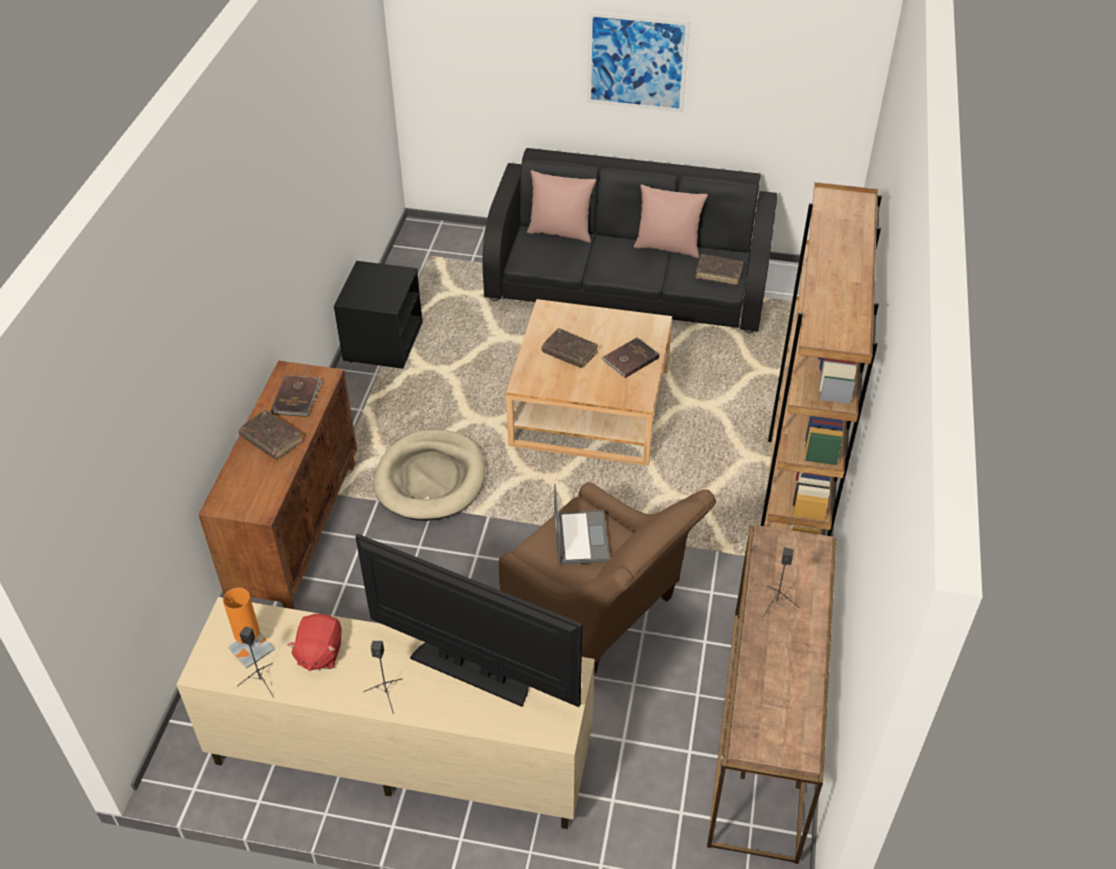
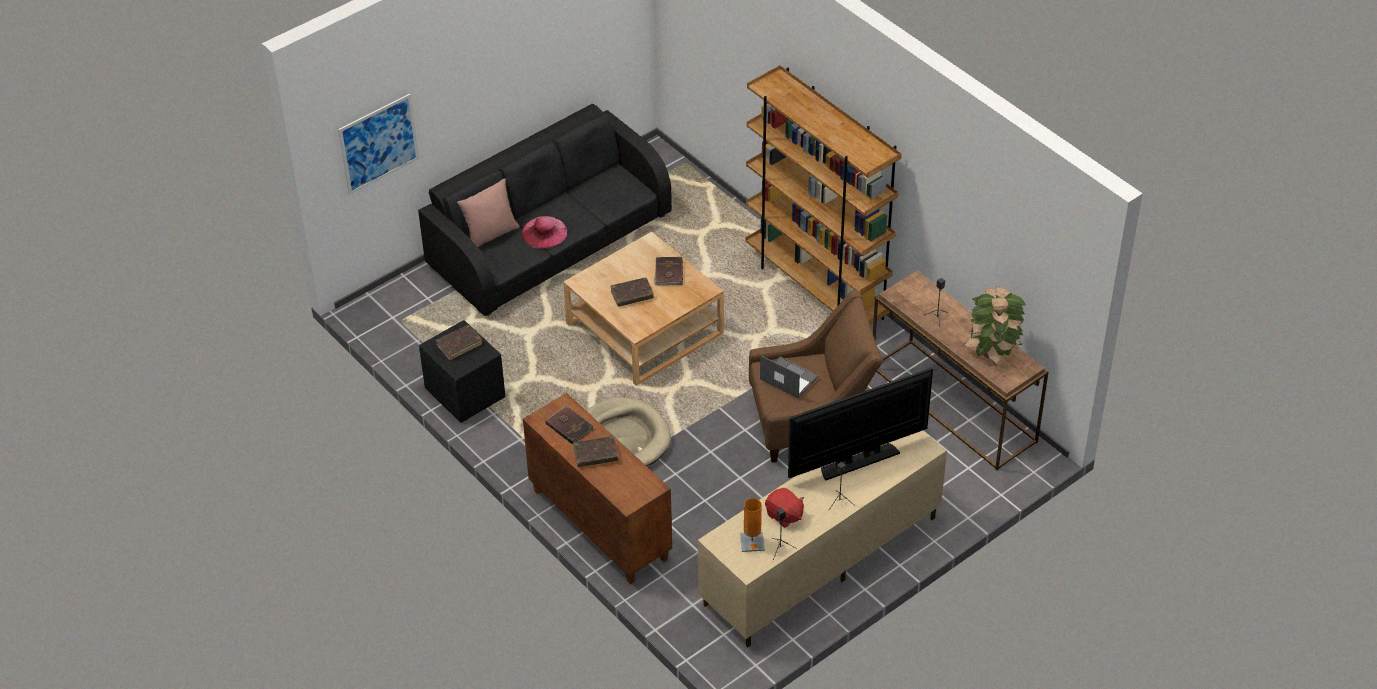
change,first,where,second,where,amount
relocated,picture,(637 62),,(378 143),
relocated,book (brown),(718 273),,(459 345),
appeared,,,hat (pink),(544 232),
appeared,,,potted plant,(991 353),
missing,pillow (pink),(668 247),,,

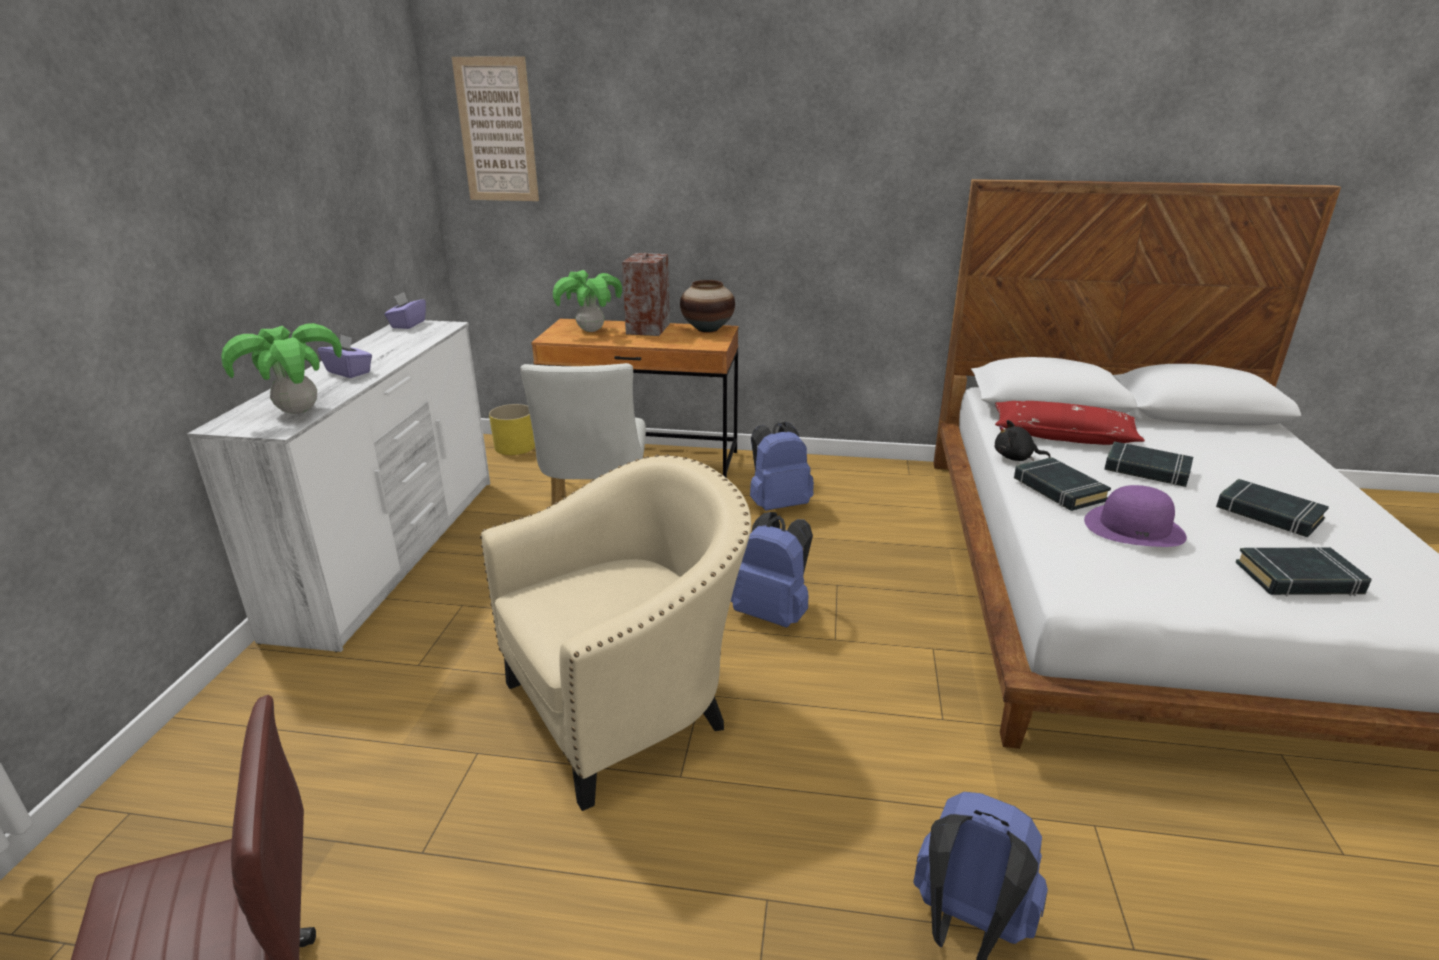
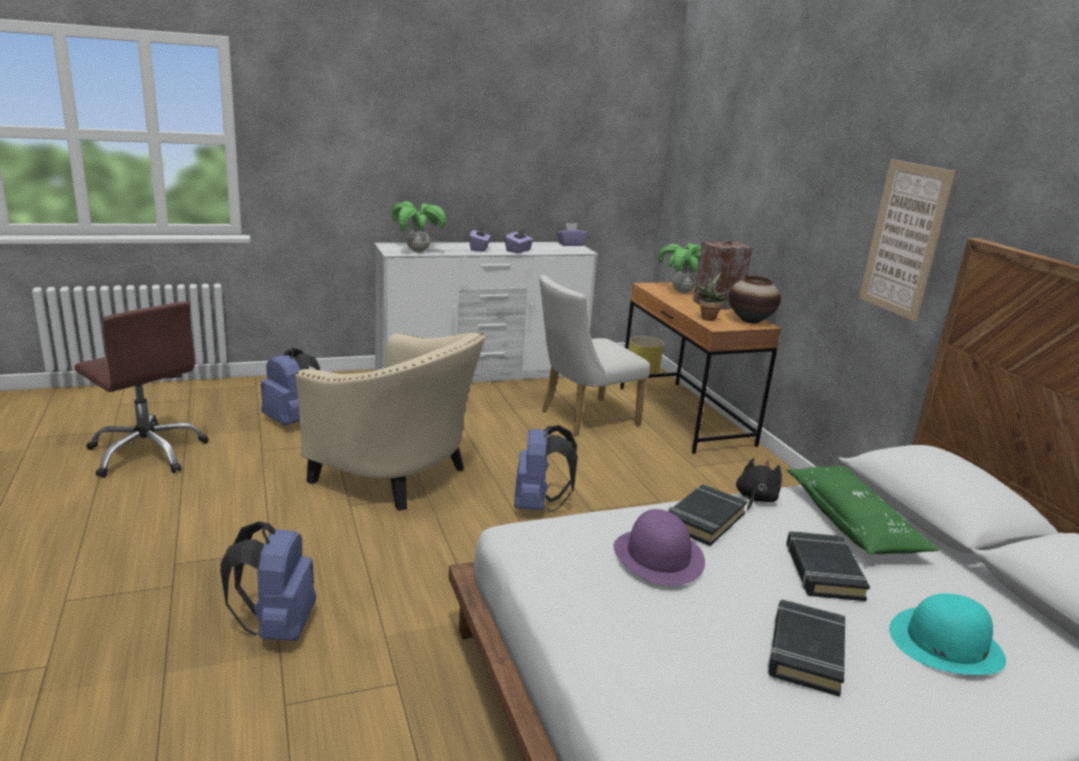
change,first,where,second,where,amount
relocated,backpack (blue),(777 504),,(291 421),
appeared,,,tissue box (purple),(518 251),
appeared,,,potted plant,(707 318),
spun,plush toy (black),(1016 458),,(755 499),45 degrees clockwise
colour,pillow (red),(1062 436),pillow (green),(853 523),
relocated,picture,(497 131),,(904 239),
appeared,,,hat (turquoise),(945 643),
missing,book (black),(1299 579),,,

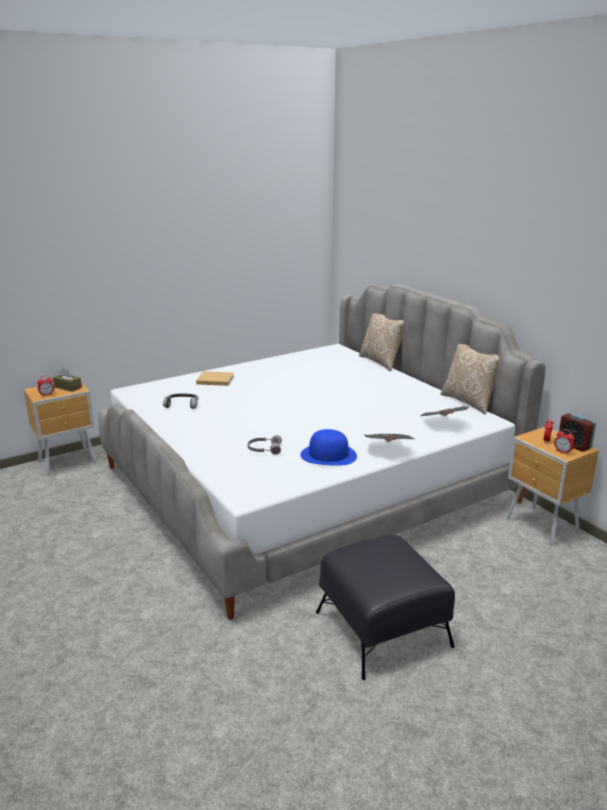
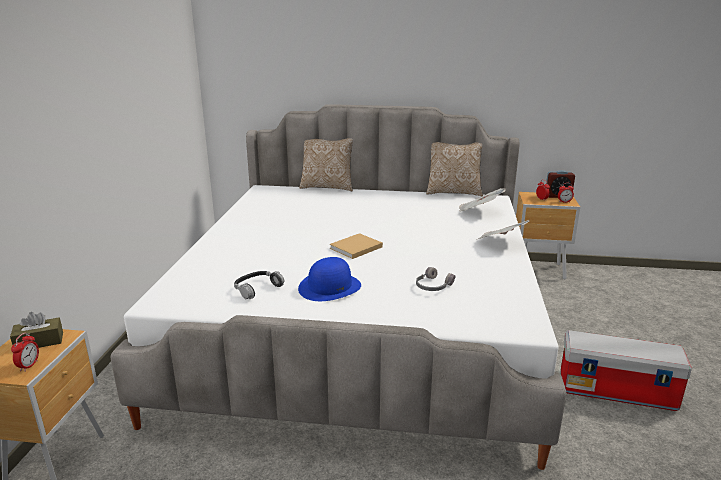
change,first,where,second,where,amount
relocated,hat (blue),(329 455),,(330 287),
relocated,book (beige),(214 380),,(355 248),
exchanged,ottoman (black),(382 630),storage box,(617 391),

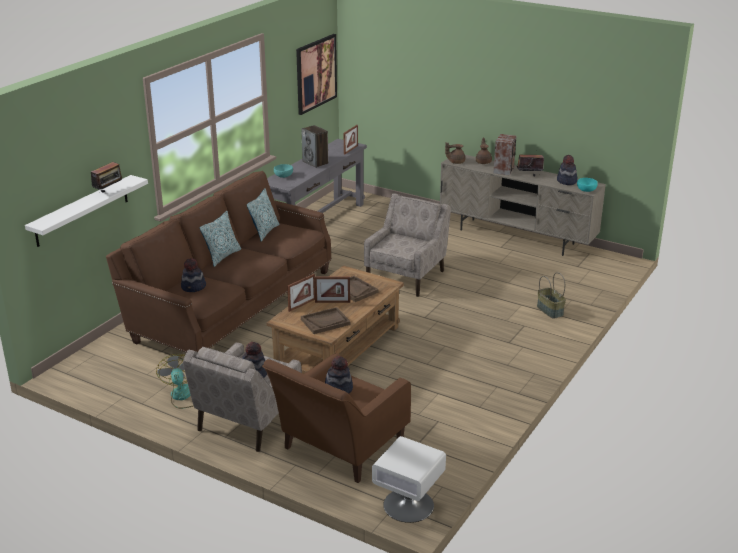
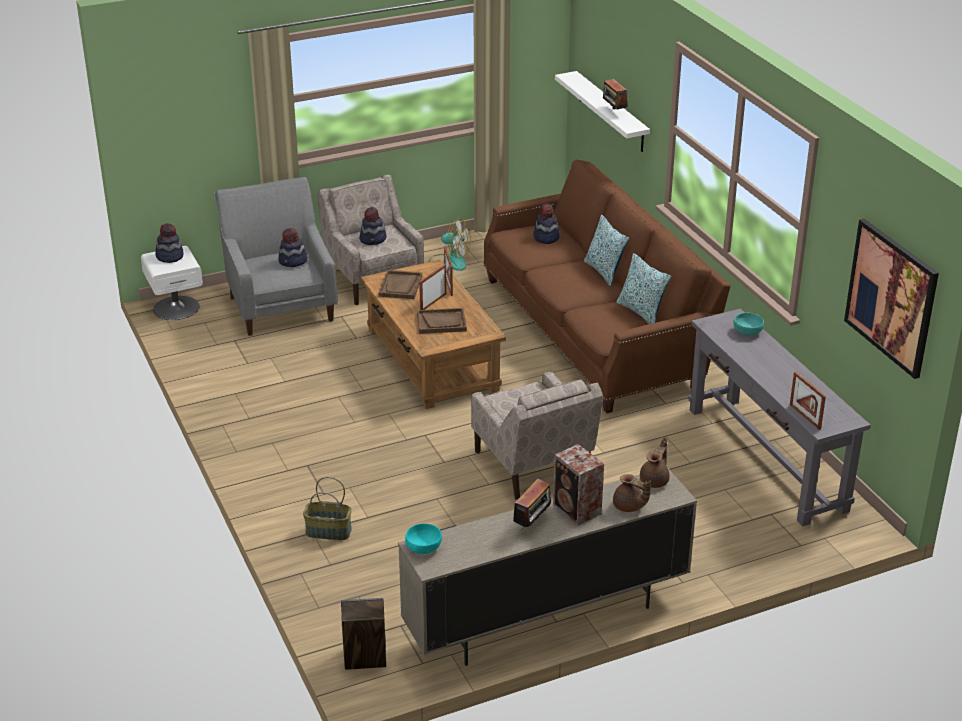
change,first,where,second,where,amount
relocated,hat,(566 181),,(170 256),
colour,armchair (brown),(339 449),armchair (grey),(280 304),
relocated,speaker,(315 162),,(364 658),

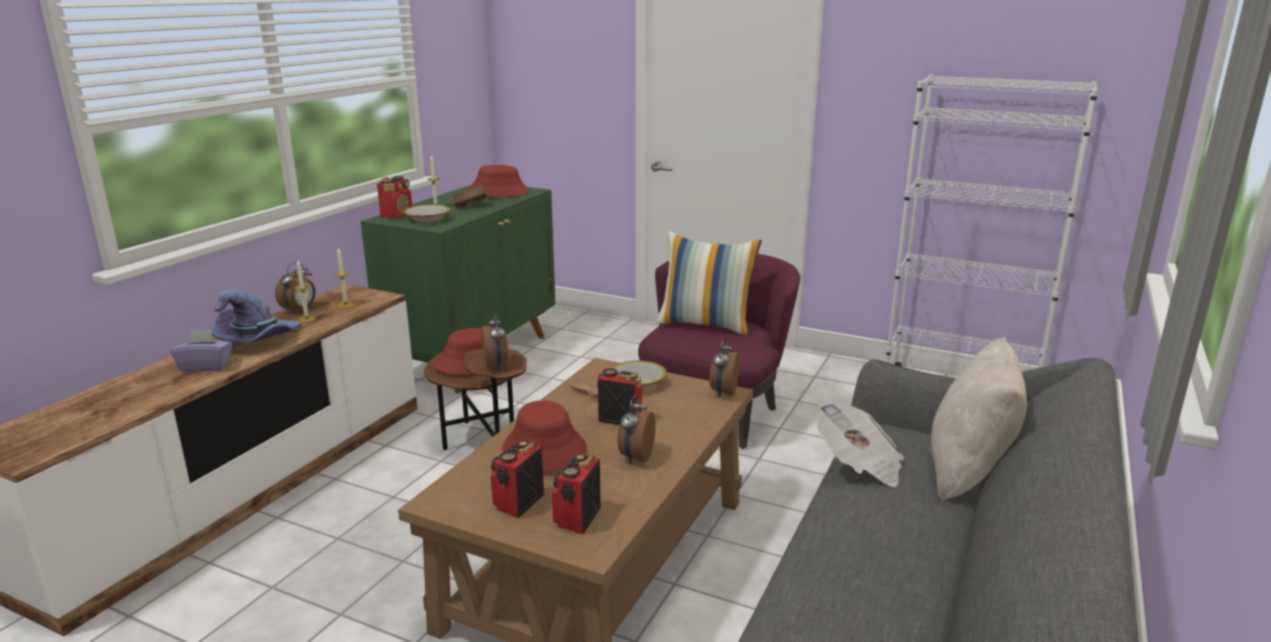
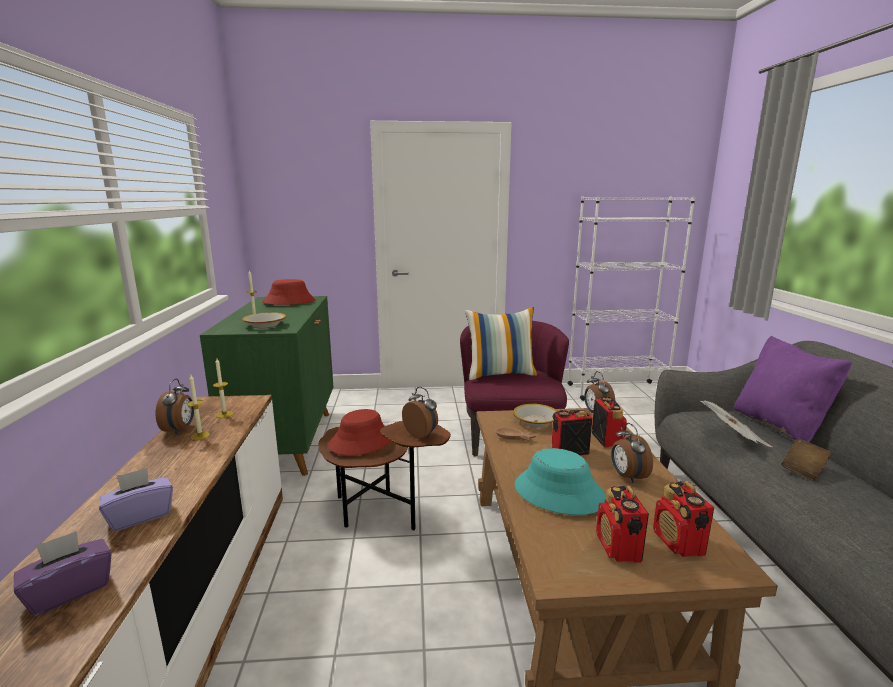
change,first,where,second,where,amount
appeared,,,tissue box (purple),(70 590),
colour,hat (red),(544 449),hat (turquoise),(558 493),
relocated,radio,(397 215),,(607 439),
colour,pillow (beige),(968 471),pillow (purple),(779 426),
relocated,book (brown),(471 206),,(804 469),
missing,hat (purple),(258 340),,,

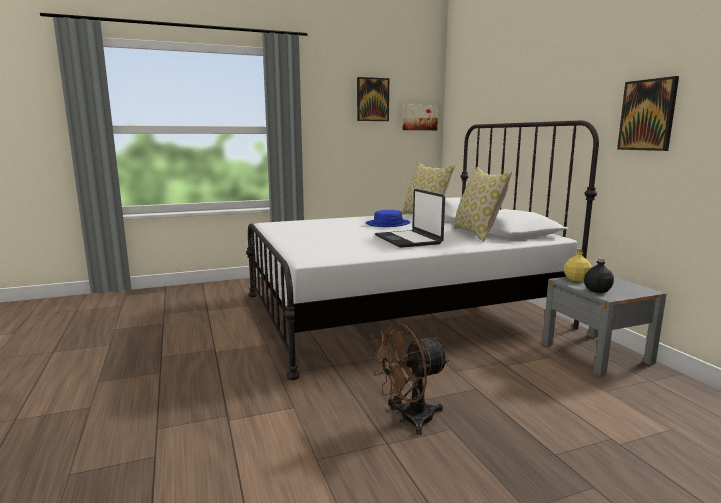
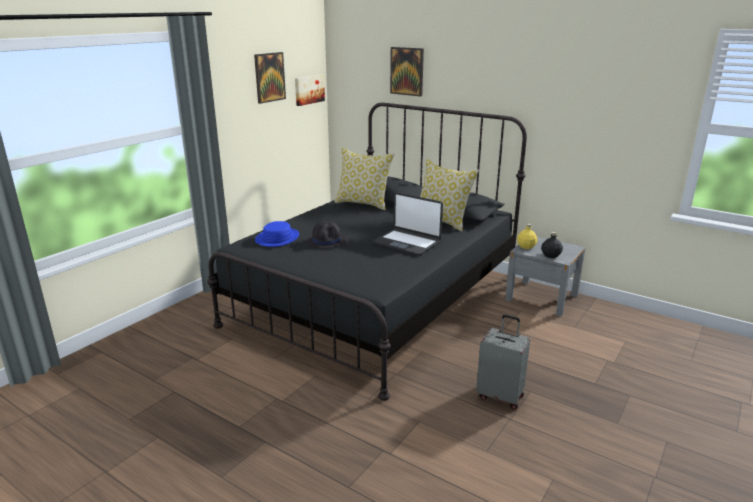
change,first,where,second,where,amount
colour,bed (white),(400 311),bed (black),(376 301),
relocated,hat (blue),(388 224),,(277 238),
appeared,,,hat (black),(327 241),
relocated,picture,(647 115),,(407 71),
exchanged,fan (brown),(408 419),suitcase (grey),(500 396),

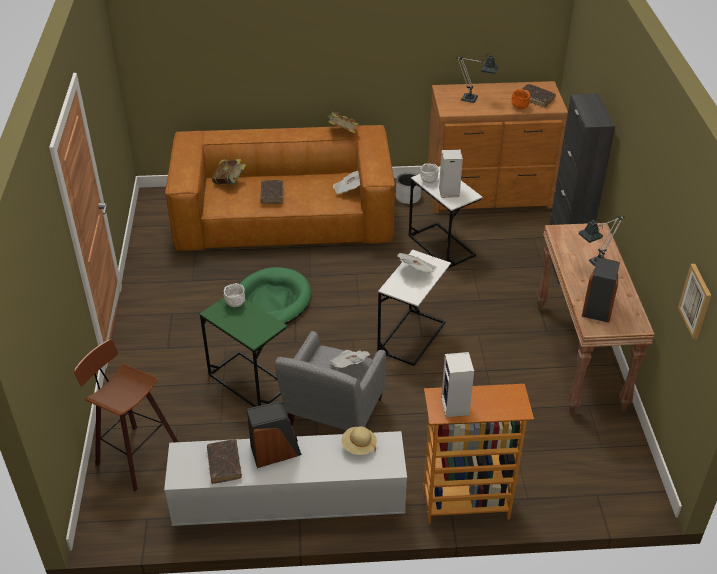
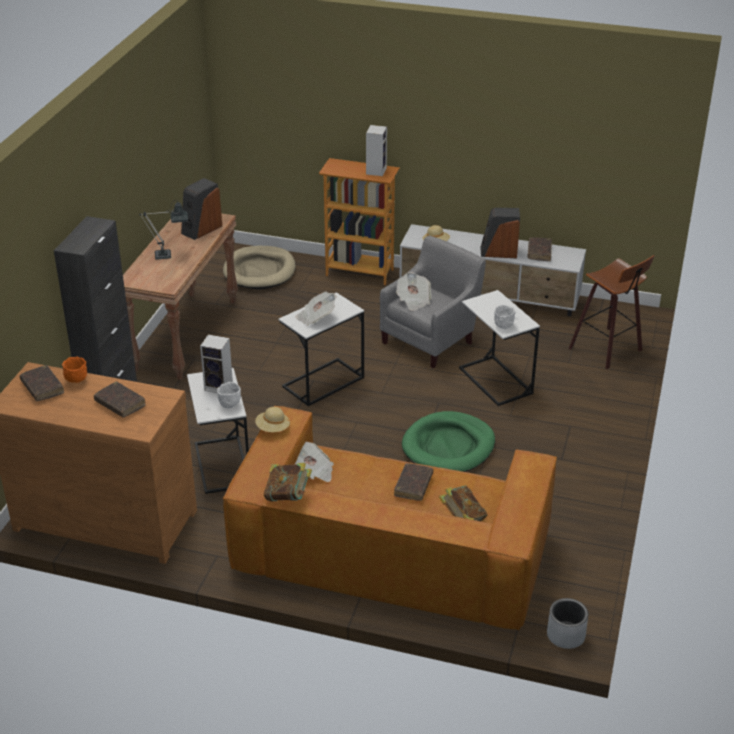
change,first,where,second,where,amount
exchanged,table lamp,(473 100),book (brown),(120 404),
appeared,,,dog bed (beige),(259 271),
appeared,,,hat (beige),(272 428),
colour,side table (green),(248 380),side table (white),(495 380),
relocated,planter (grey),(408 197),,(565 635),
missing,picture,(696 301),,,

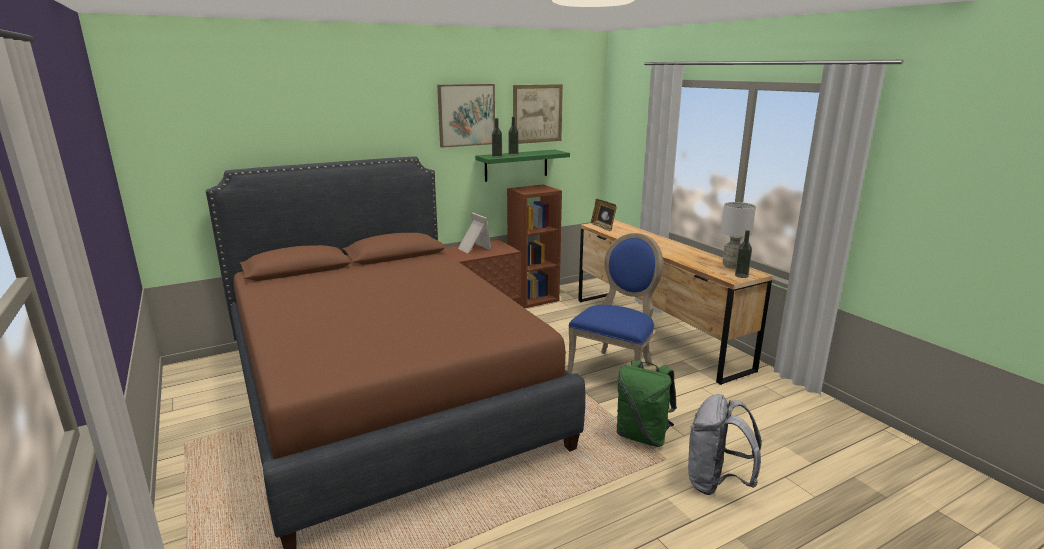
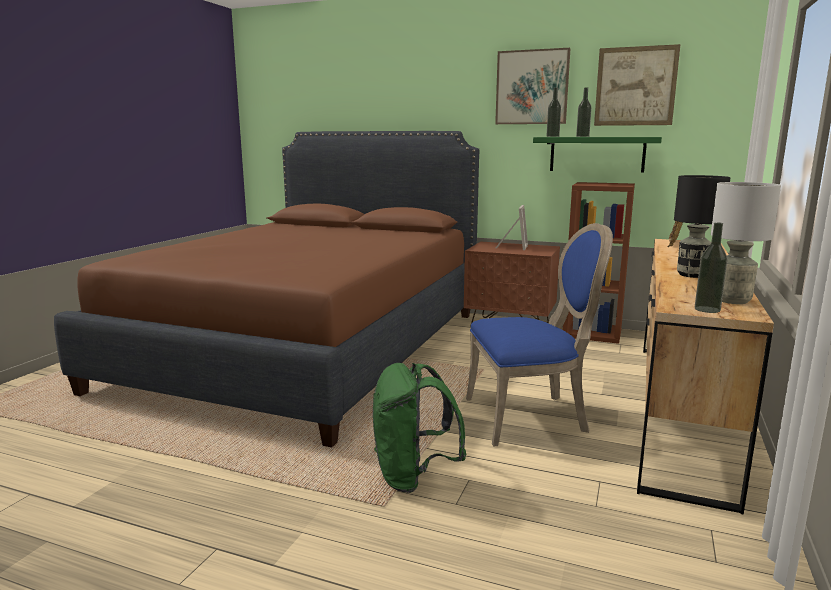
change,first,where,second,where,amount
appeared,,,table lamp (black),(692 275),
missing,backpack (grey),(716 483),,,

